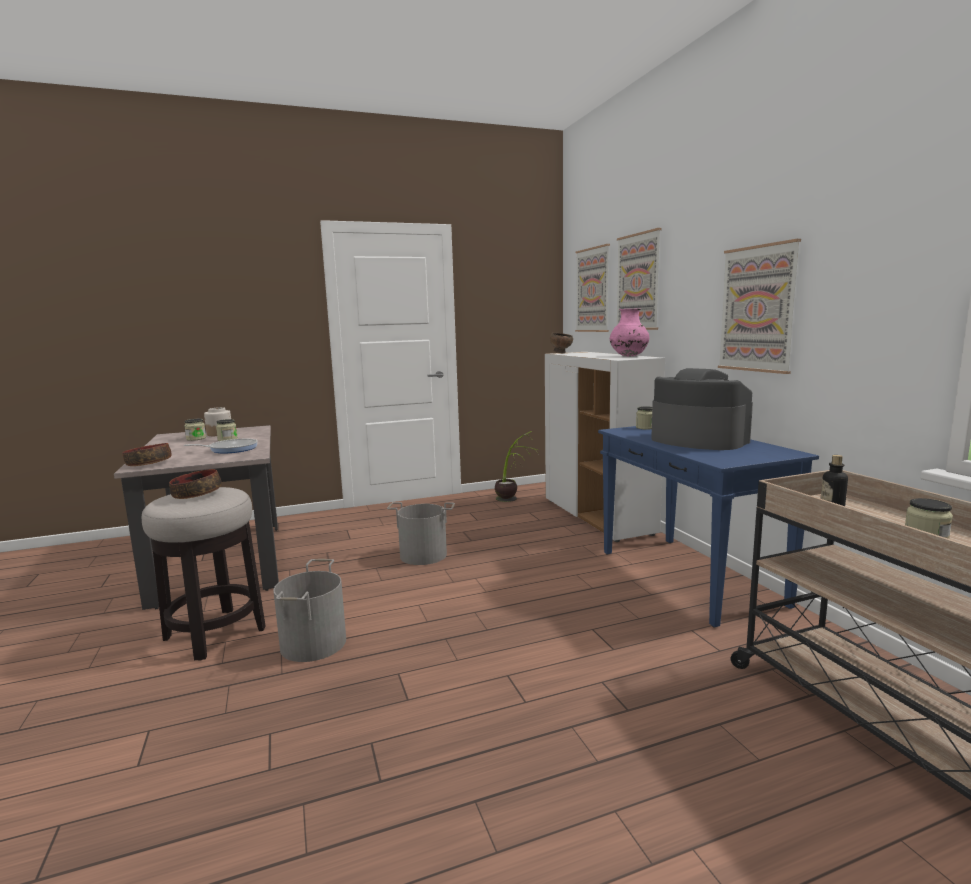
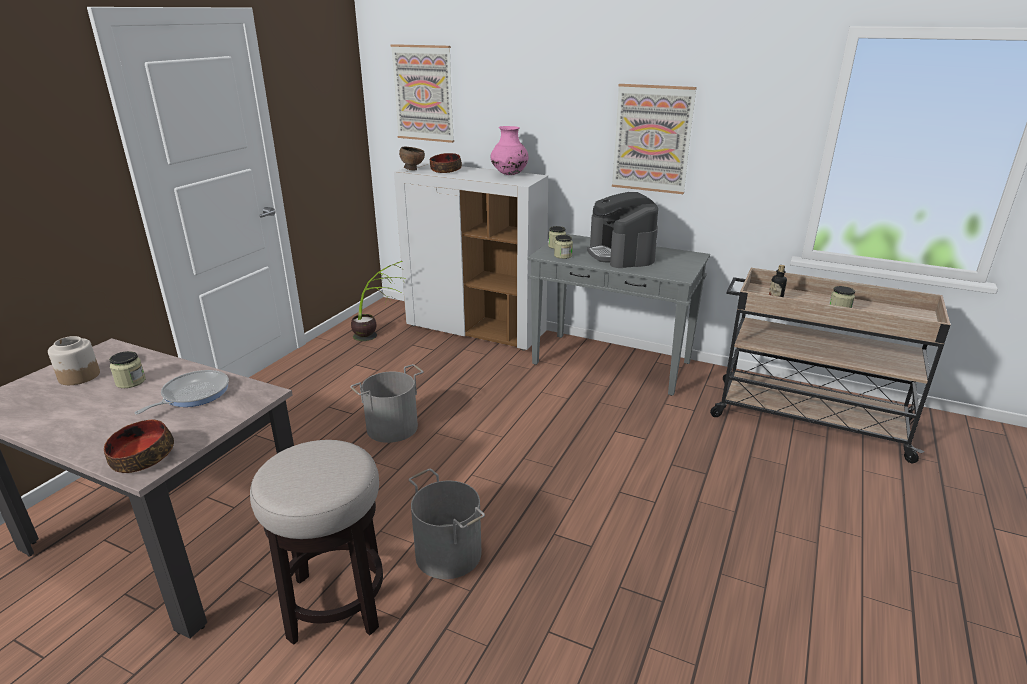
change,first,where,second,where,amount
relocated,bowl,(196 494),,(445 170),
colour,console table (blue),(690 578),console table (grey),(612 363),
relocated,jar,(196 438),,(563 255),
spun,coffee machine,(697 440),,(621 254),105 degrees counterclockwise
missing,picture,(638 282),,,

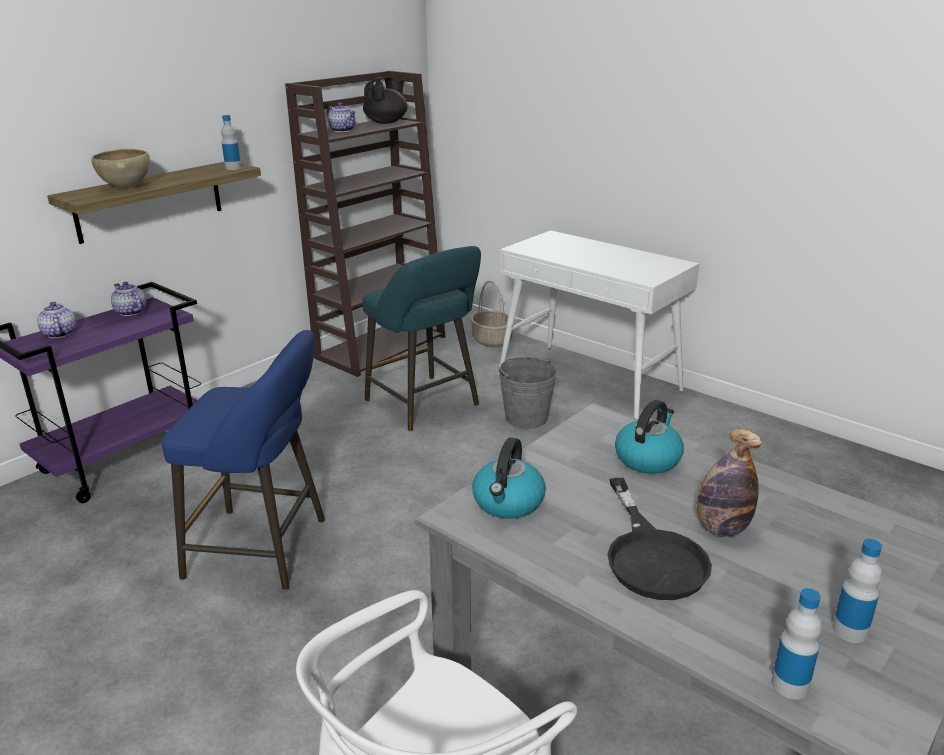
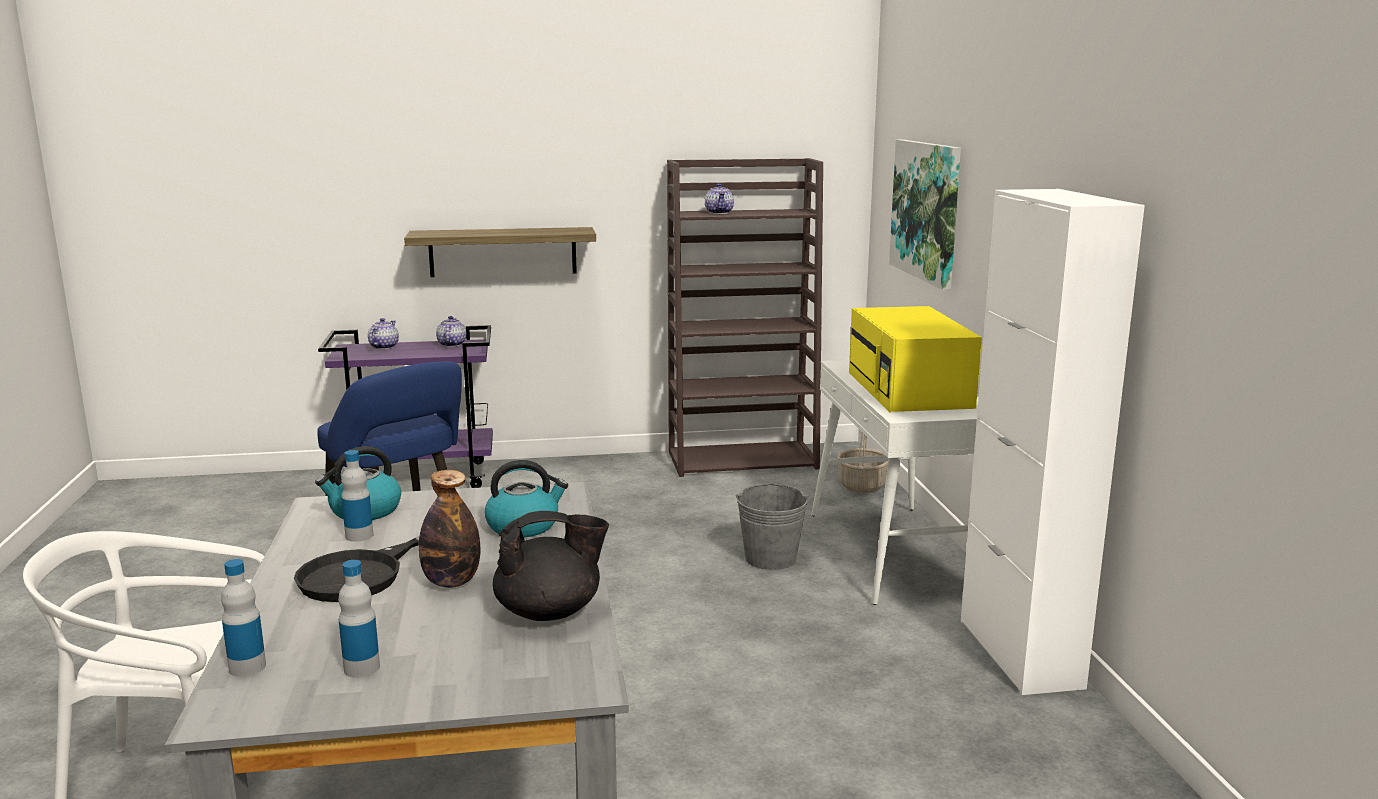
change,first,where,second,where,amount
relocated,bottle,(233 168),,(359 536),
relocated,teapot (black),(386 122),,(550 612),
appeared,,,microwave (yellow),(909 390),
appeared,,,picture,(926 210),
appeared,,,cabinet (white),(1019 653),
missing,bowl (brown),(126 187),,,
missing,stool (turquoise),(425 406),,,

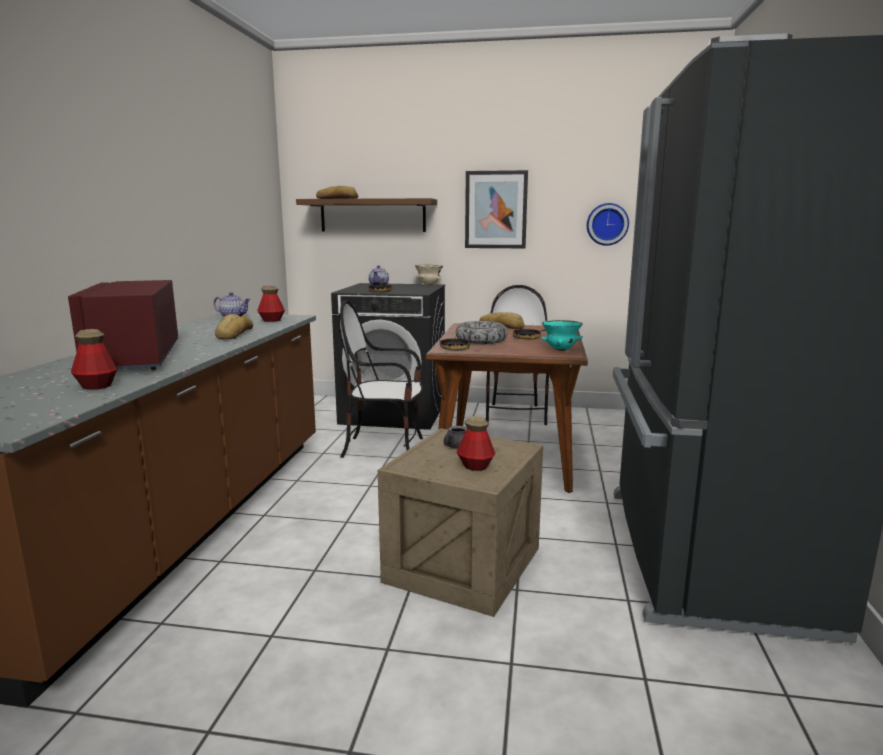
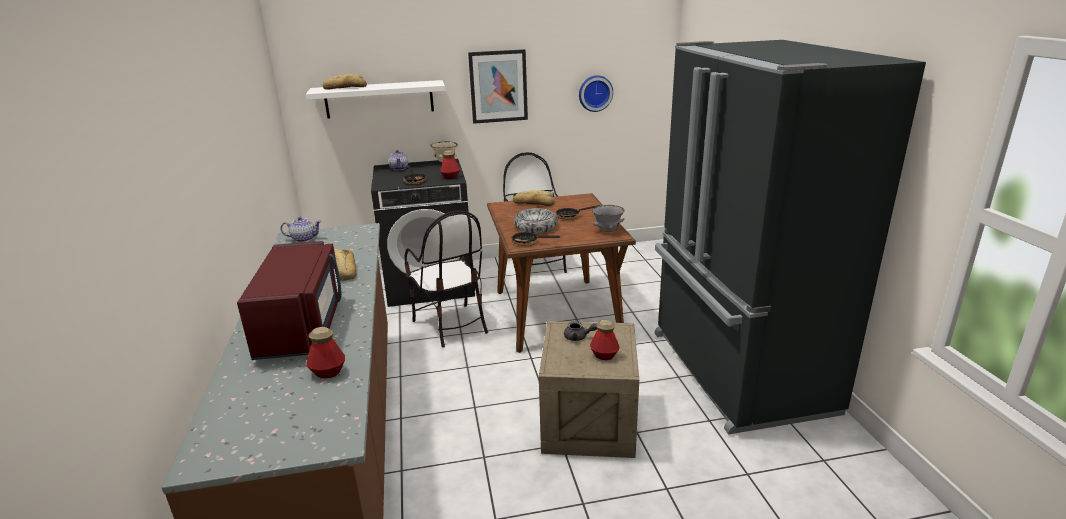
change,first,where,second,where,amount
spun,microwave (red),(134 358),,(302 326),150 degrees counterclockwise
colour,shelf (brown),(372 215),shelf (white),(379 99),
spun,chair,(384 448),,(451 325),105 degrees counterclockwise
relocated,bottle,(271 320),,(450 177),
colour,bowl (turquoise),(561 350),bowl (grey),(608 230),

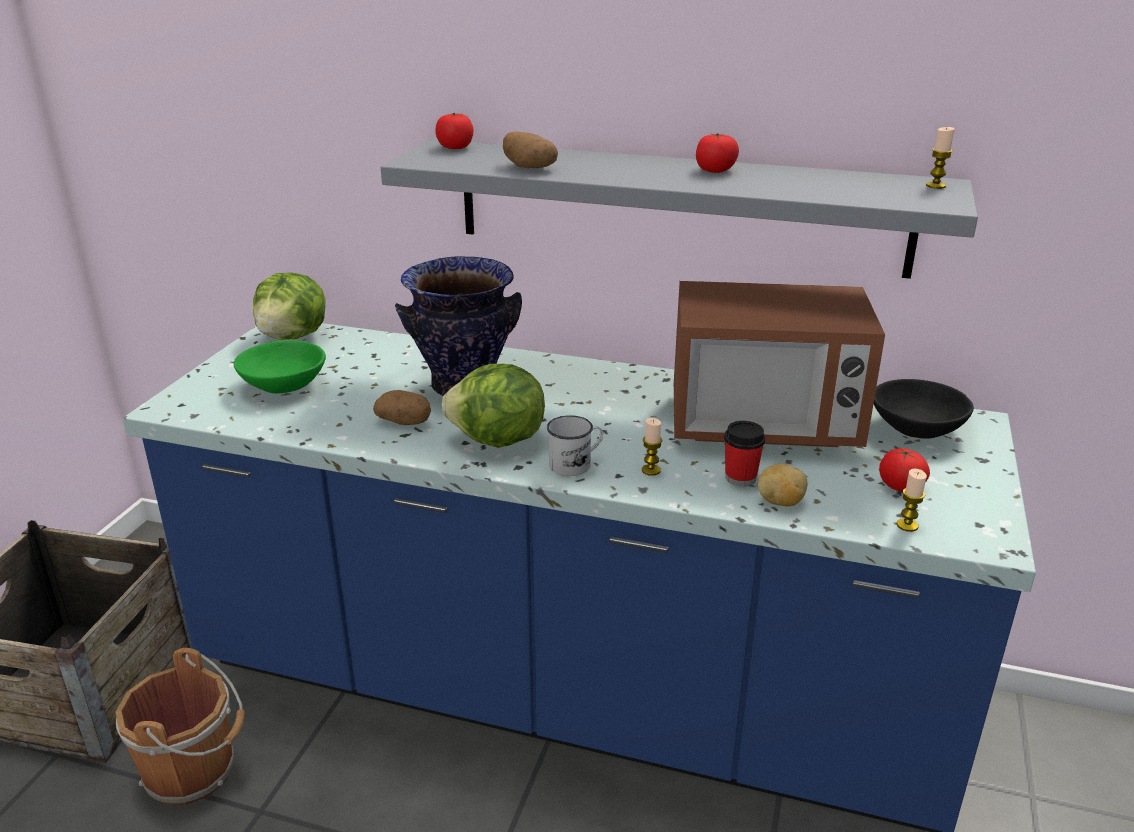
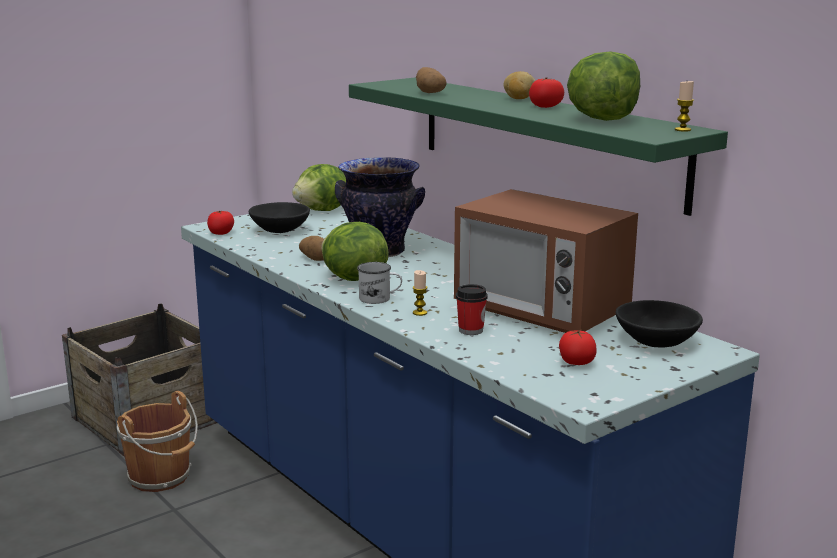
change,first,where,second,where,amount
relocated,tomato,(455 147),,(221 233),
colour,bowl (green),(283 386),bowl (black),(280 230),
colour,shelf (grey),(678 207),shelf (green),(545 139),
relocated,potato,(780 502),,(518 99),
appeared,,,lettuce,(602 119),
missing,candle,(907 525),,,

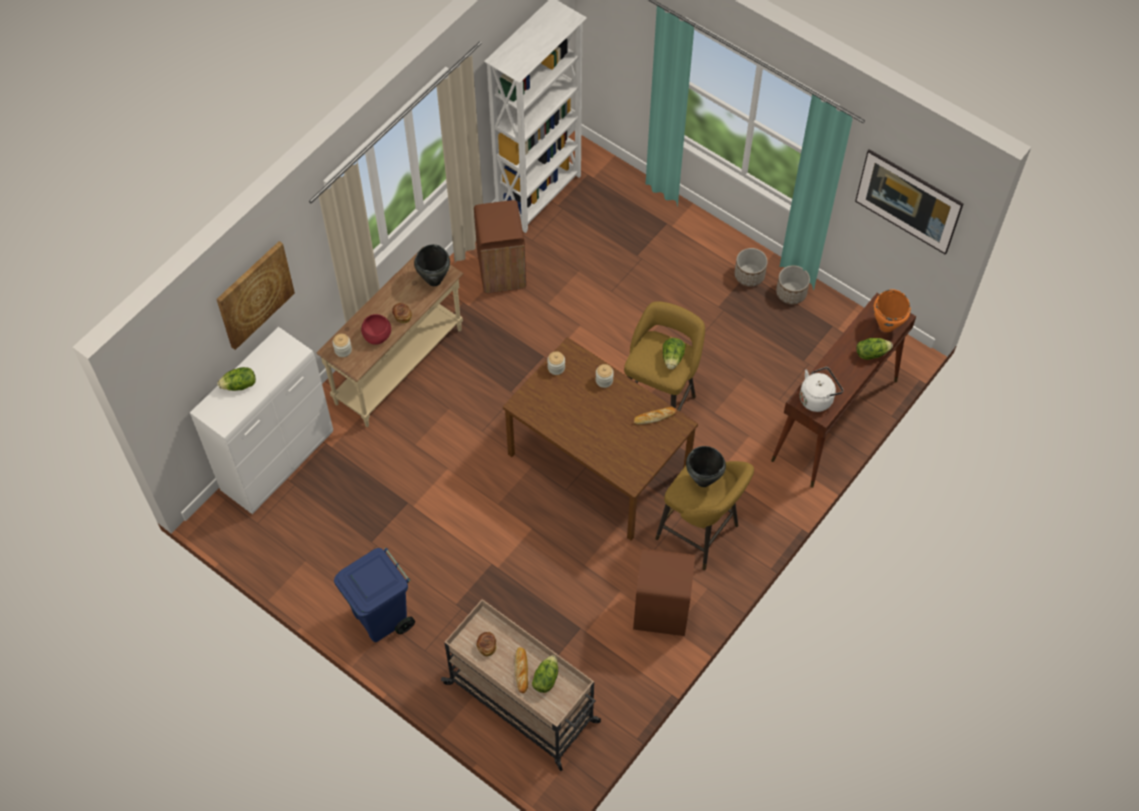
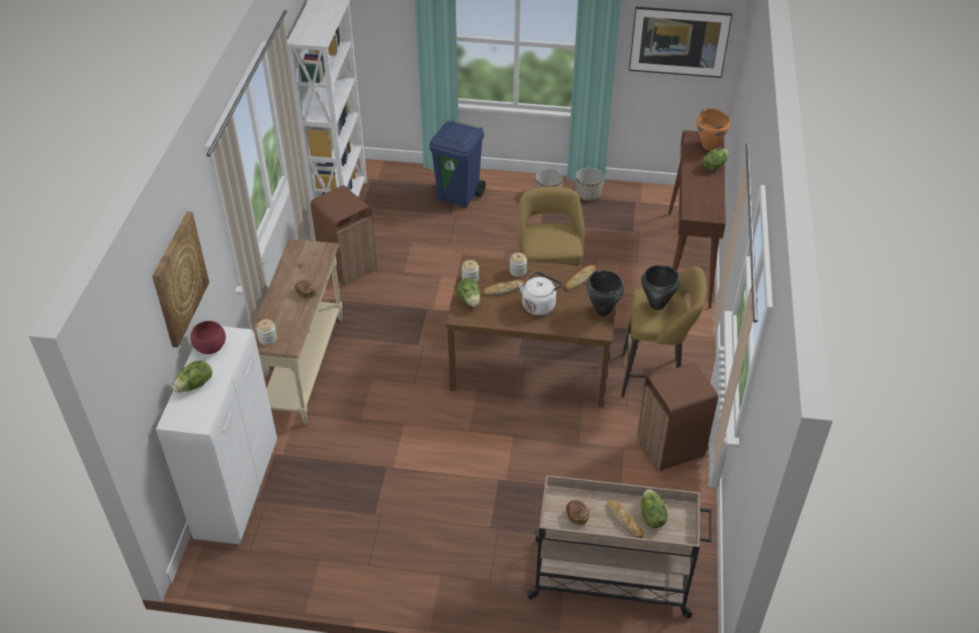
change,first,where,second,where,amount
relocated,bowl (red),(377 335),,(210 346),
relocated,trash can (blue),(382 618),,(459 196),
relocated,lettuce,(672 358),,(470 300),
appeared,,,bread,(504 289),
relocated,kettle (white),(817 398),,(539 304),
relocated,cooking pot (black),(434 280),,(602 311),

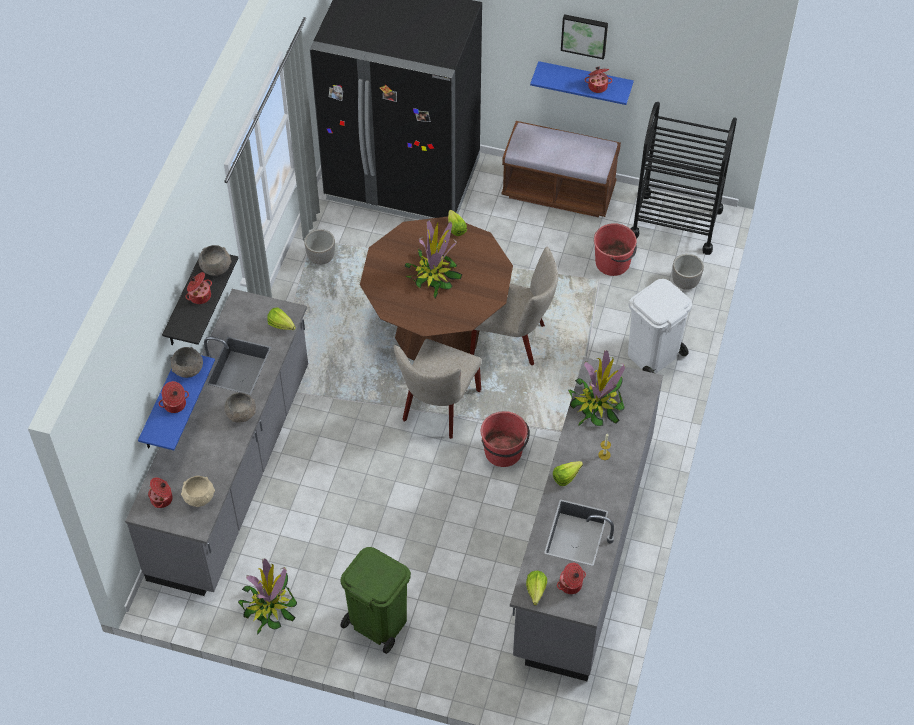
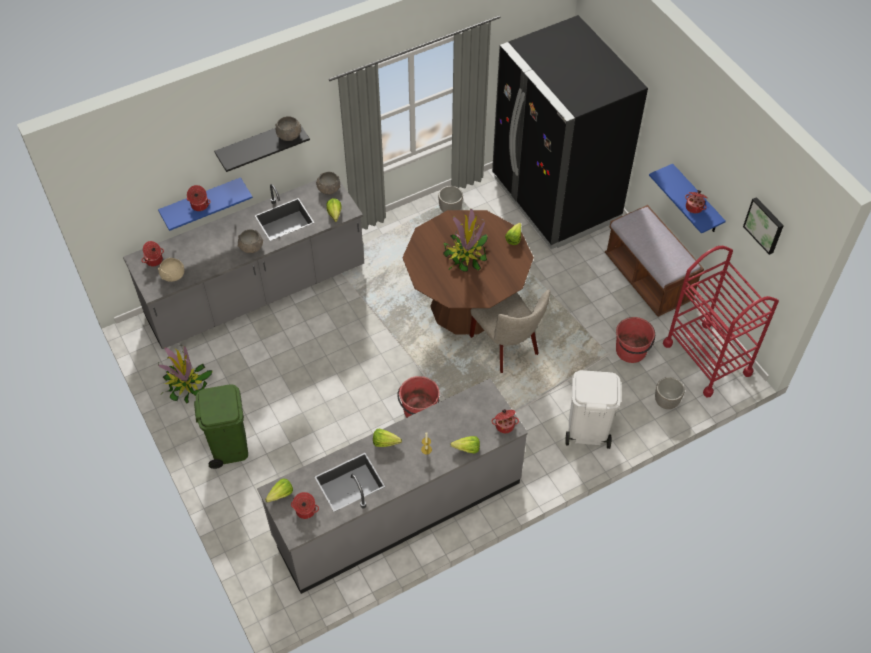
change,first,where,second,where,amount
relocated,bowl (grey),(188 369),,(328 189),
appeared,,,lettuce,(464 448),
relocated,cooking pot,(199 295),,(504 425),
colour,cart (black),(676 222),cart (red),(707 358),
relocated,picture,(584 35),,(764 225),
missing,chair (beige),(438 409),,,
missing,potted plant,(597 404),,,

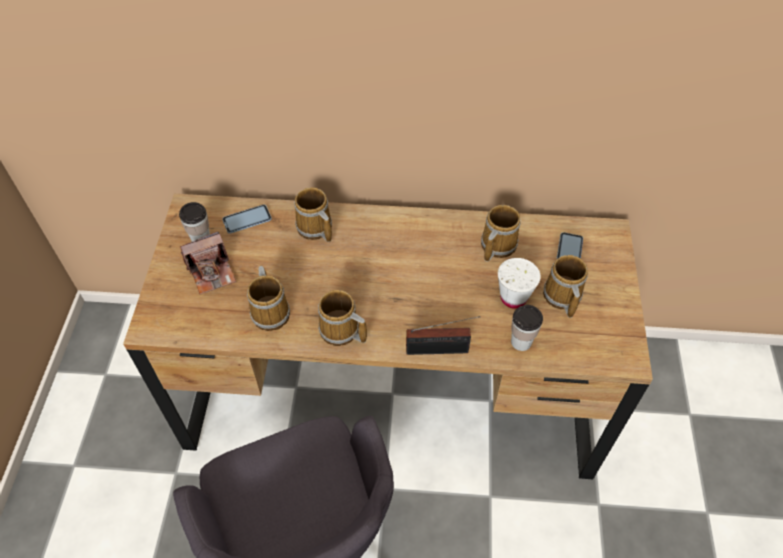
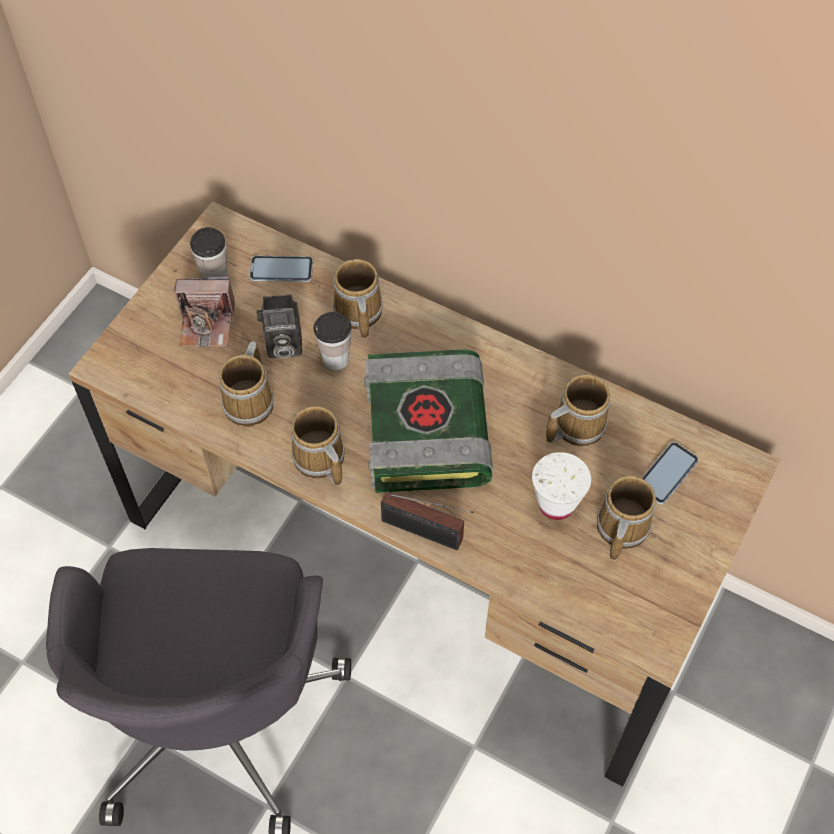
change,first,where,second,where,amount
appeared,,,photo camera,(282 346),
relocated,cup,(521 342),,(335 359),
appeared,,,book,(429 432),

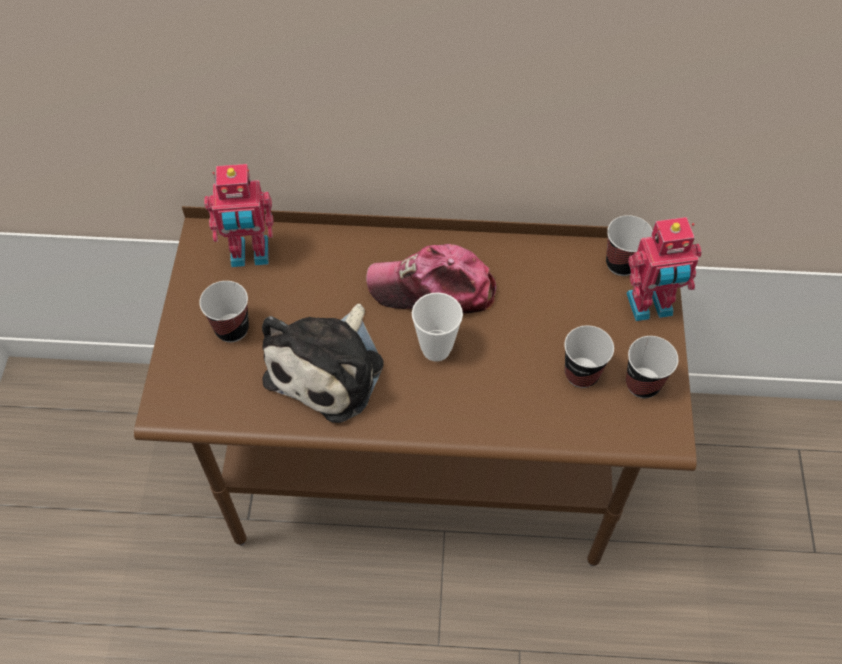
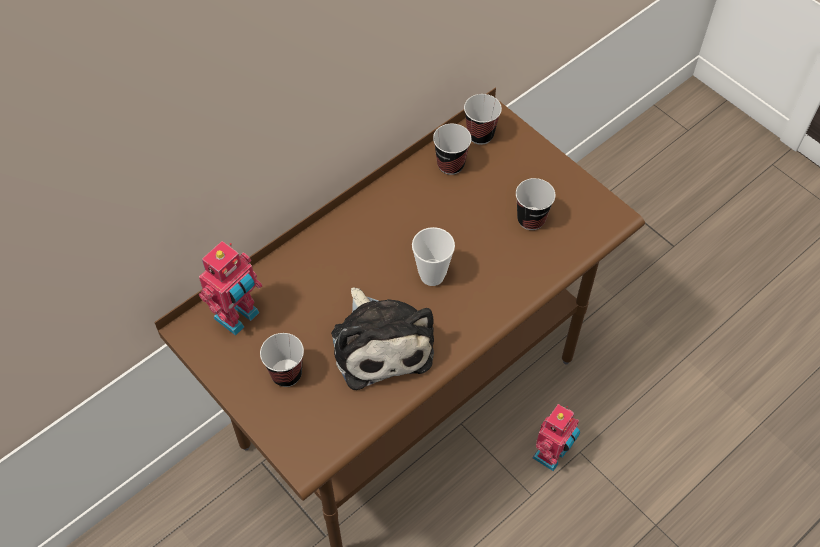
change,first,where,second,where,amount
relocated,cup,(642 384),,(450 164),
relocated,toy robot,(650 307),,(552 455),
missing,cap,(432 289),,,

